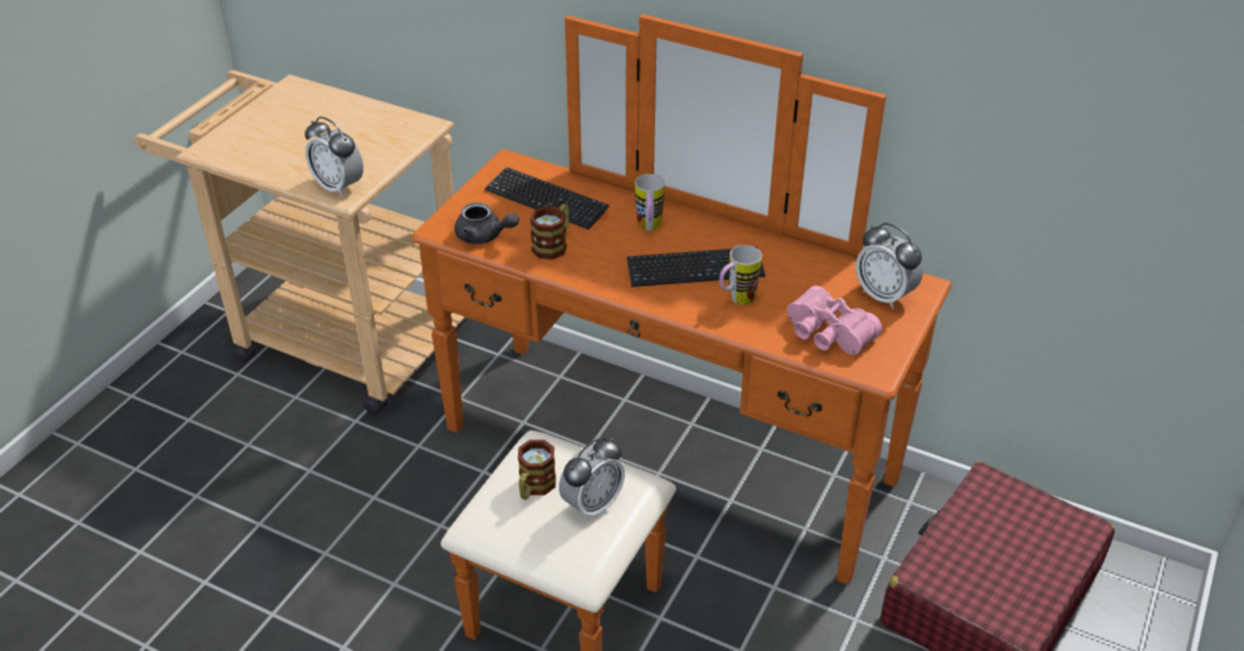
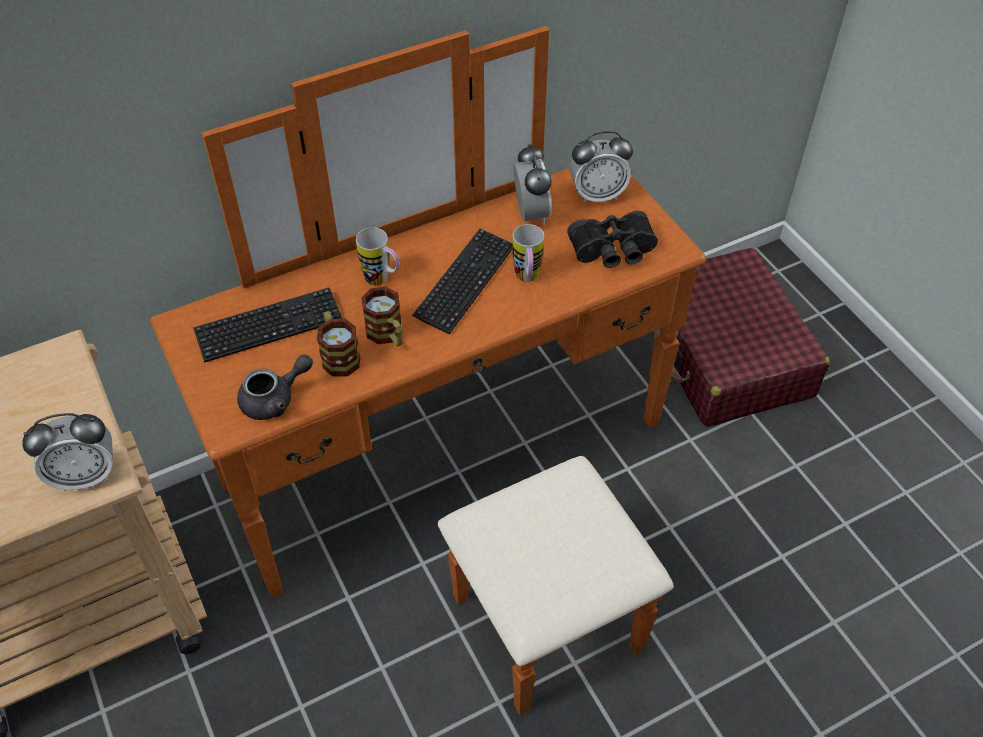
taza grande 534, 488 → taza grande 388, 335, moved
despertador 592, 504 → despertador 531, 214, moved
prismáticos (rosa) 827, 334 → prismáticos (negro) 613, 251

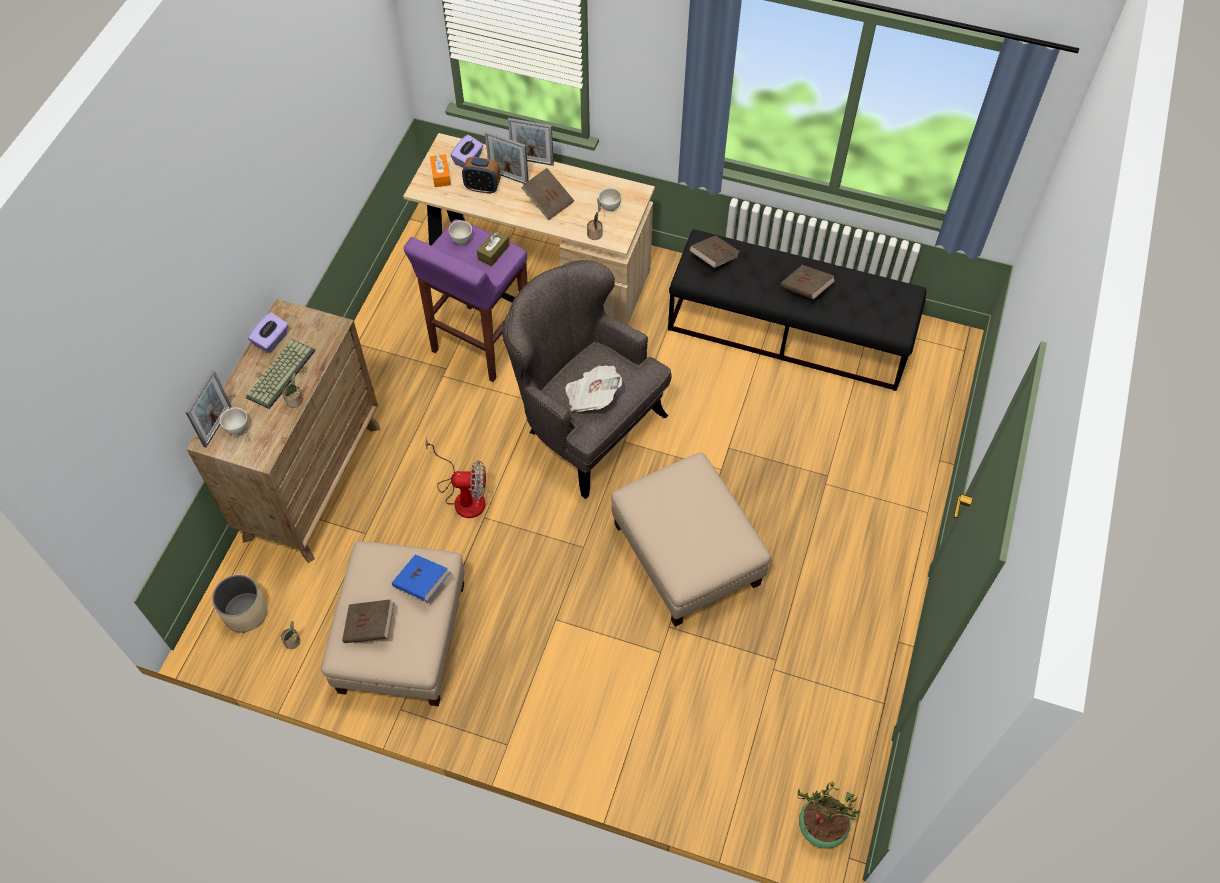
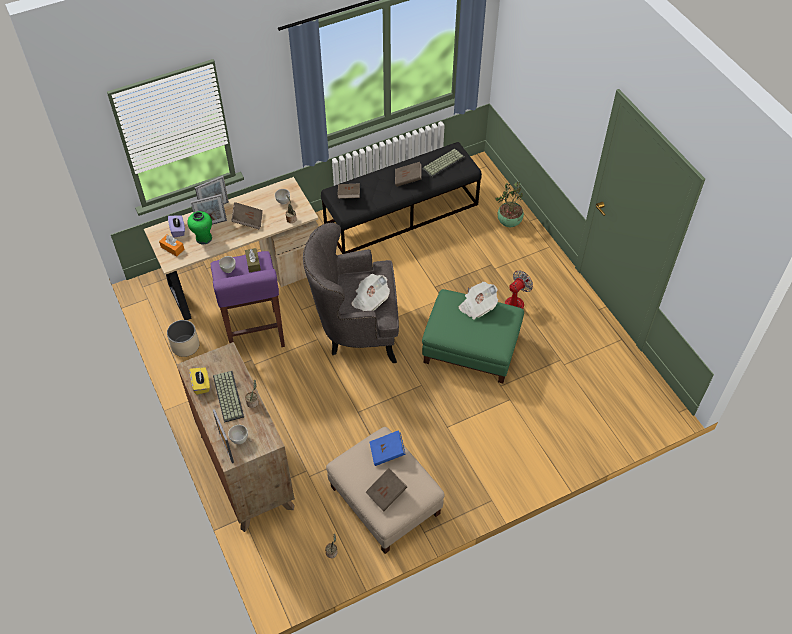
maceta (beis) 245, 612 → maceta (beis) 185, 345, moved
despertador 482, 187 → florero (verde) 204, 238
caja de pañuelos (morado) 272, 340 → caja de pañuelos (amarillo) 201, 385
- → teclado 443, 162
puf (beis) 687, 554 → puf (verde) 471, 348
- → periódico 477, 306
ventilador 463, 496 → ventilador 506, 304, moved
planta en maceta 819, 828 → planta en maceta 508, 223, moved

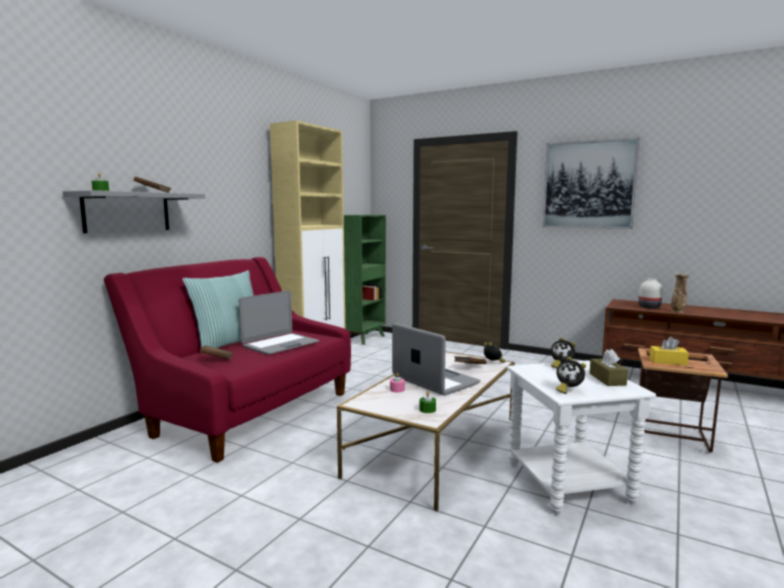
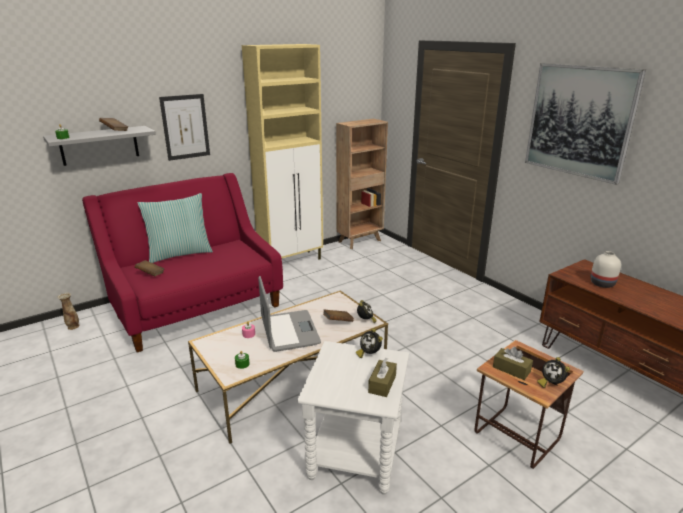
florero 677, 312 → florero 73, 327, moved
- → cuadro 185, 127
estantería (verde) 365, 338 → estantería (marrón) 360, 241
caja de pañuelos (amarillo) 667, 361 → caja de pañuelos (marrón) 511, 369
despertador 568, 390 → despertador 551, 383, moved
portátil 280, 345 → -

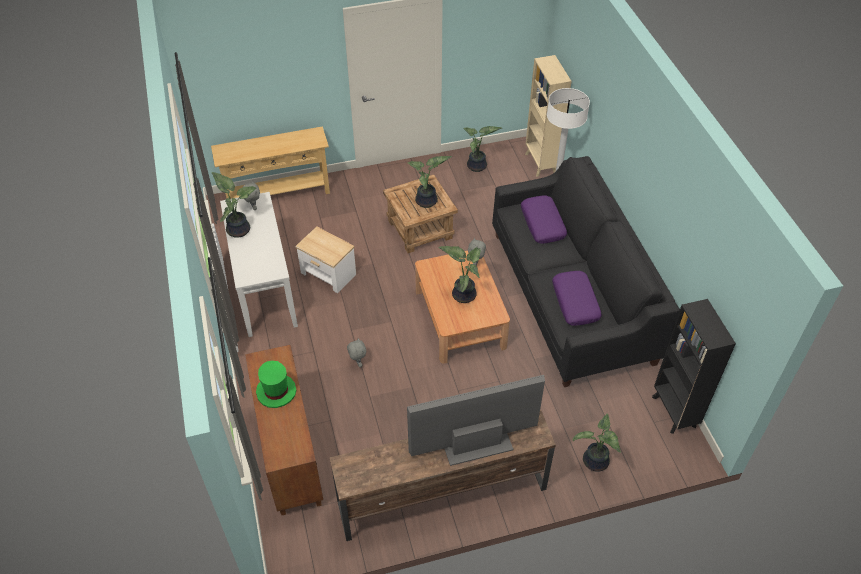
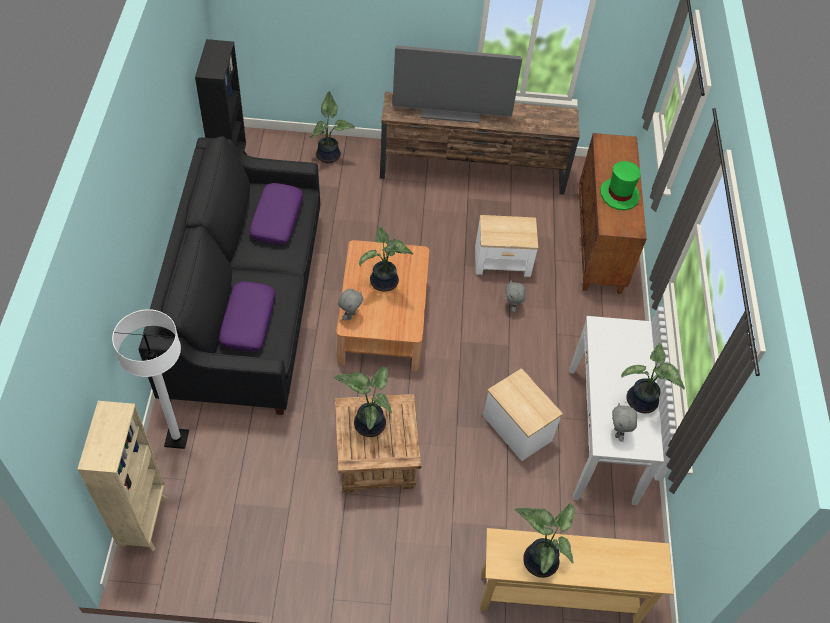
- → mesa auxiliar 502, 262
planta en maceta 477, 167 → planta en maceta 539, 559, moved

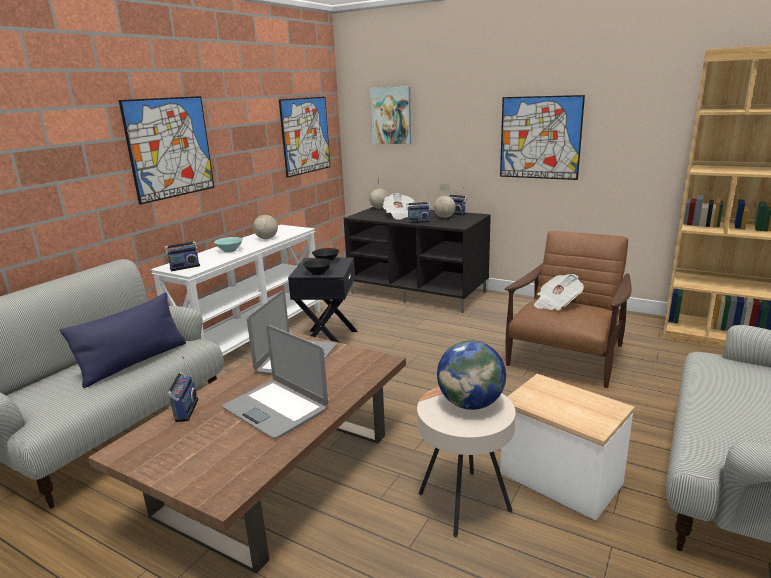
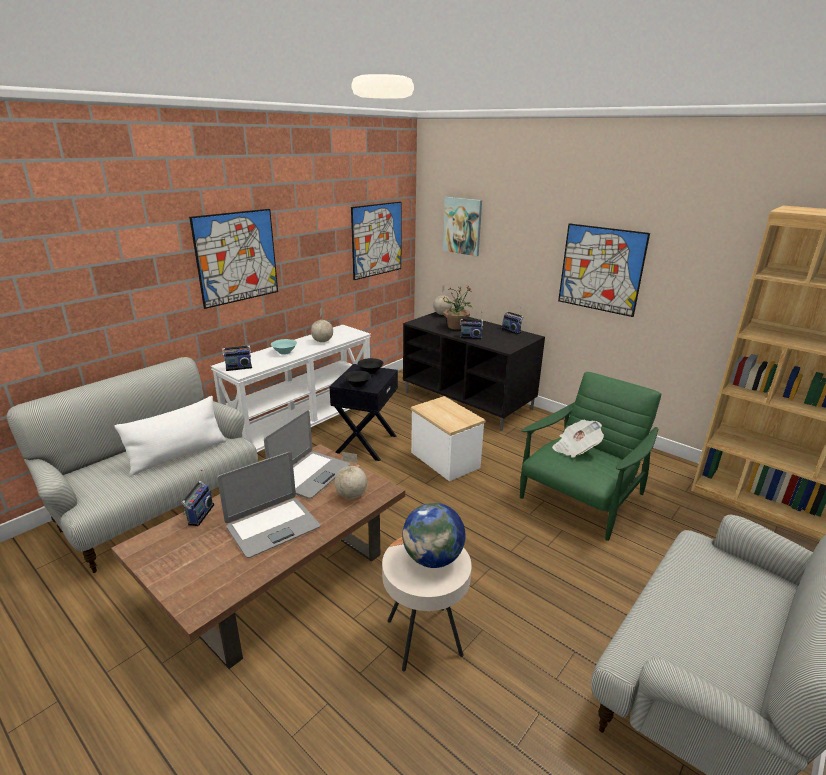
cojín (azul) 134, 362 → cojín (blanco) 178, 455
portátil 276, 409 → portátil 272, 527, 90 degrees counterclockwise
globo terráqueo 444, 217 → globo terráqueo 351, 495, moved
mesa auxiliar 561, 479 → mesa auxiliar 445, 460, moved
periódico 399, 215 → planta en maceta 456, 326
sillón (marrón) 565, 357 → sillón (verde) 581, 498

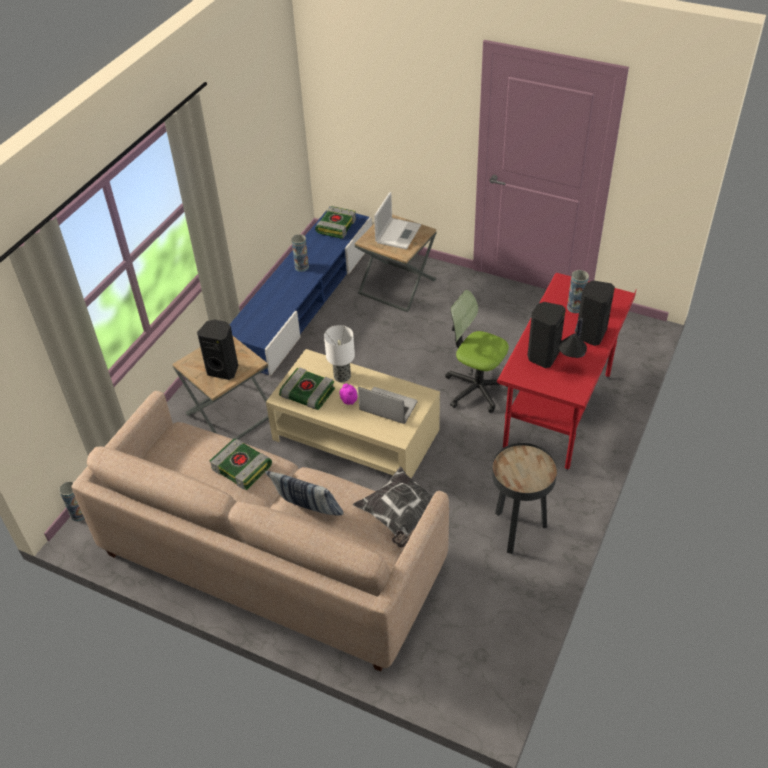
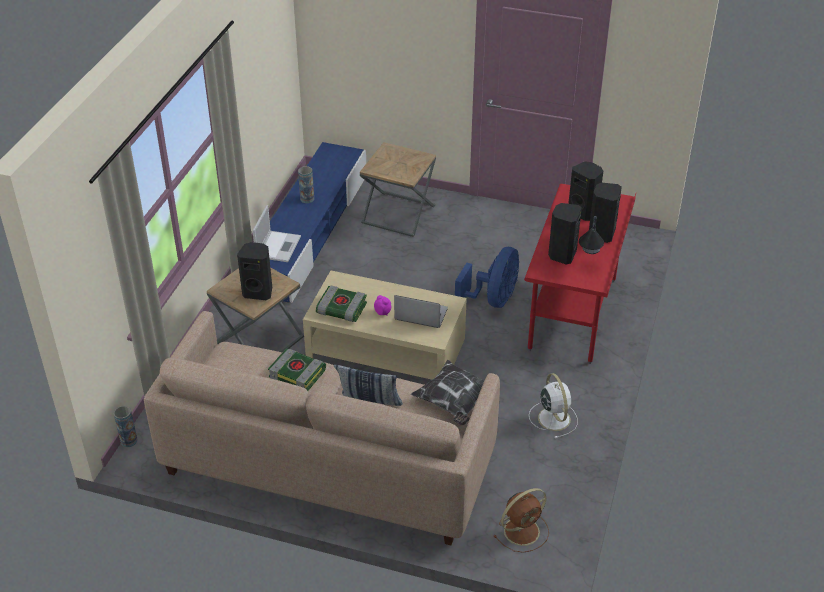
portátil 398, 233 → portátil 278, 246, moved
silla de oficina 476, 388 → ventilador (azul) 493, 300
- → ventilador (marrón) 523, 530
mesa auxiliar (negro) 517, 530 → ventilador (blanco) 553, 417
florero 575, 307 → altavoz (negro) 583, 212
libro 336, 226 → -
lámpara de mesa 342, 377 → -

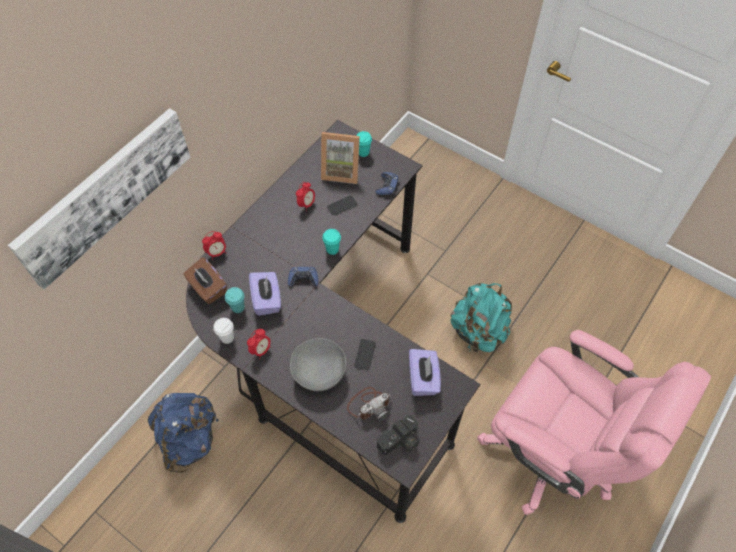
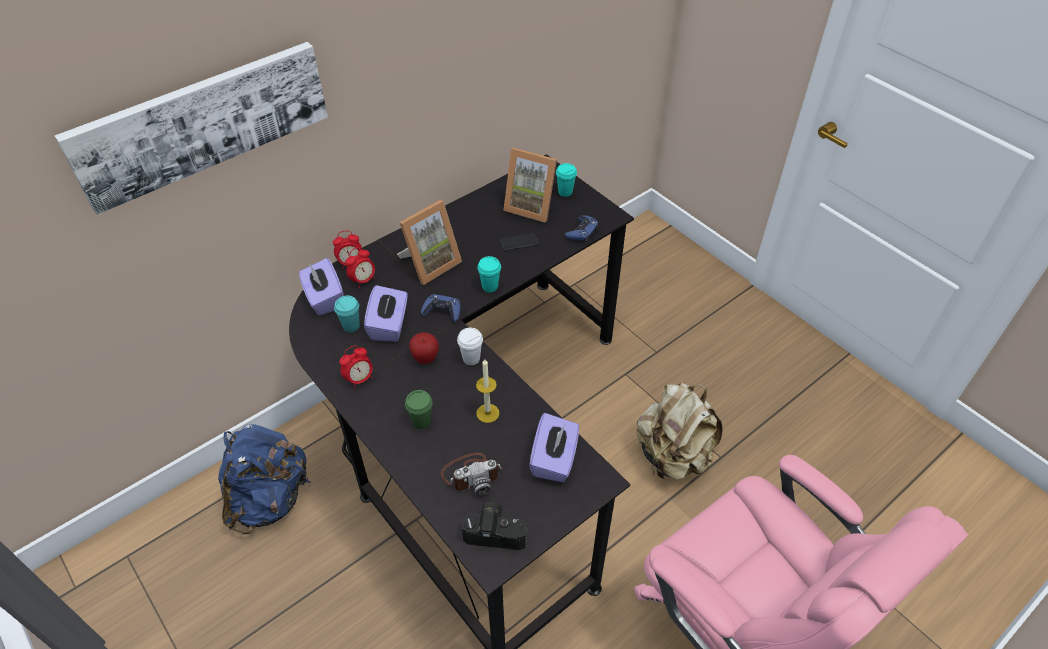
caja de pañuelos (marrón) 208, 288 → caja de pañuelos (morado) 324, 298
despertador 306, 204 → despertador 363, 280, moved
- → portarretratos 430, 263
cuenco (gris) 319, 373 → taza (verde) 421, 421
- → manzana 425, 358
taza (blanco) 227, 337 → taza (blanco) 471, 358, moved
cámara 400, 442 → cámara 496, 531, 150 degrees counterclockwise
móvil 365, 354 → vela 487, 413
mochila (turquesa) 478, 331 → mochila (beis) 673, 456

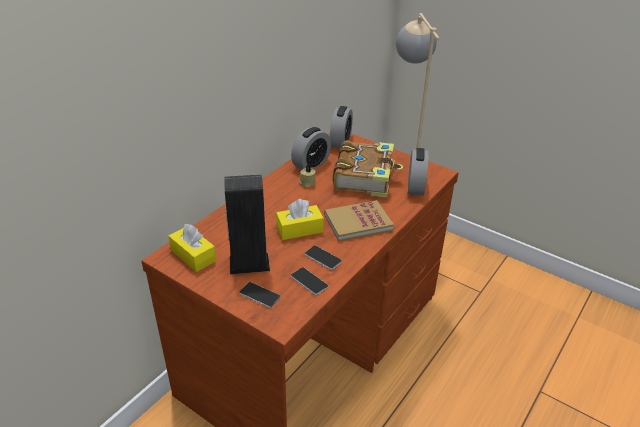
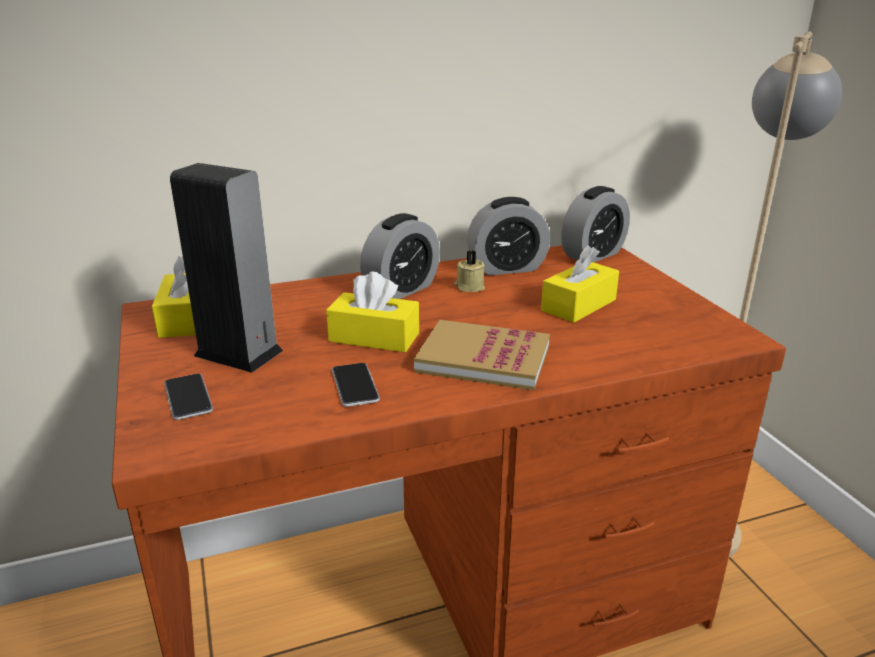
despertador 415, 187 → despertador 401, 289, moved
libro 365, 177 → caja de pañuelos (amarillo) 578, 305
móvil 309, 281 → -

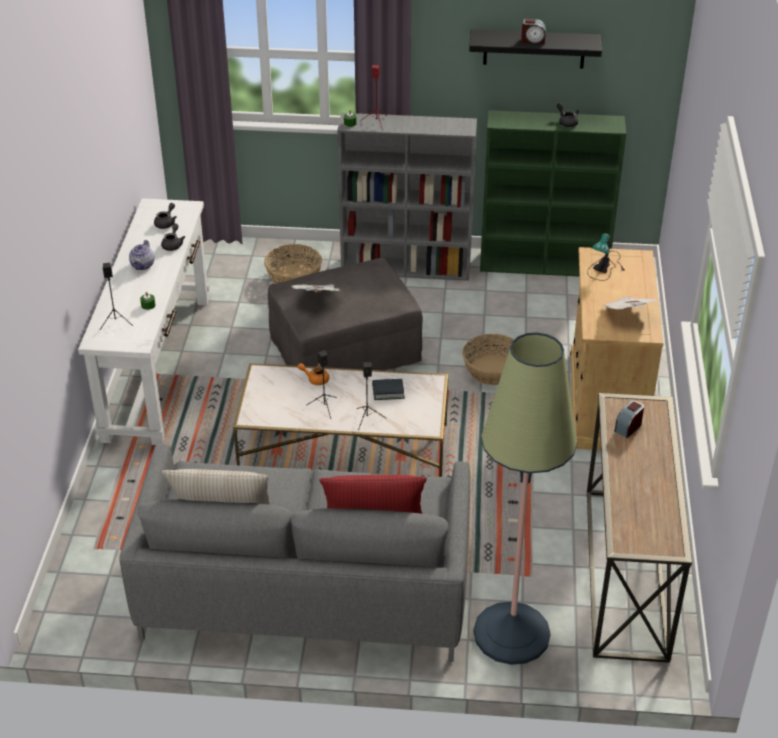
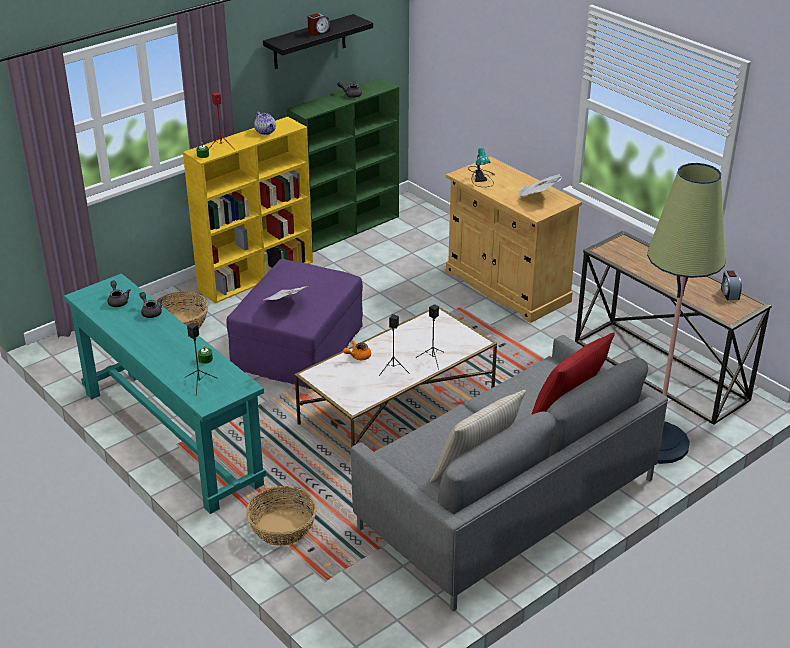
mesa consola (blanco) 158, 366 → mesa consola (turquesa) 171, 437
estantería (gris) 407, 267 → estantería (amarillo) 257, 275
puf (gris) 345, 352 → puf (morado) 299, 349
cesta 493, 370 → cesta 282, 527, moved
tetera 143, 265 → tetera 266, 132, moved
despertador 628, 427 → despertador 729, 293, moved
libro 388, 392 → -

